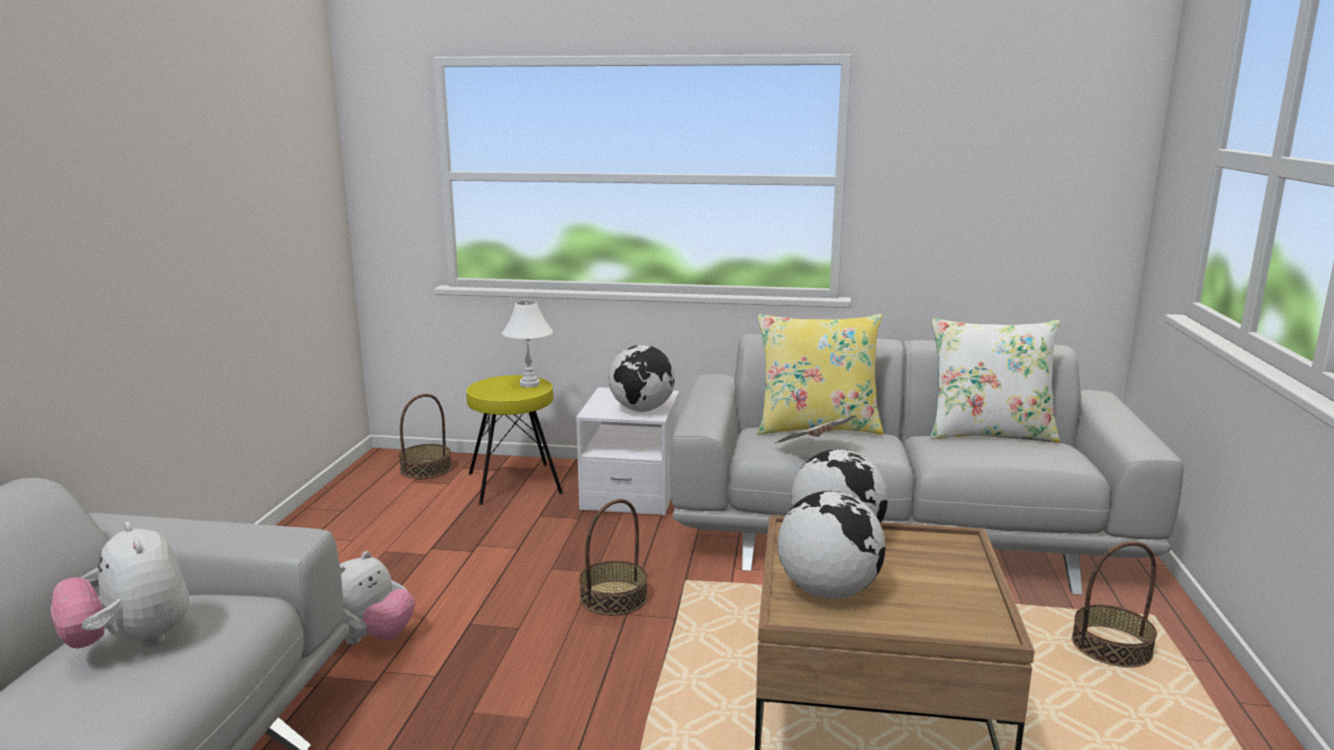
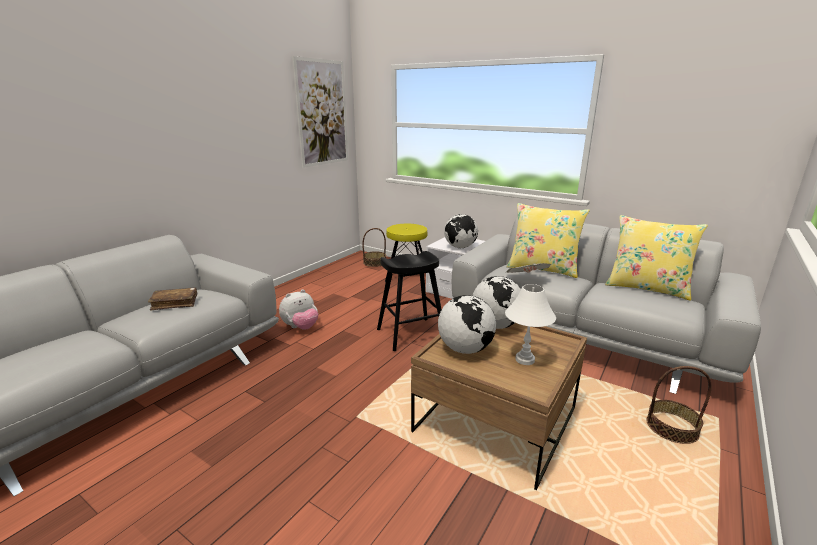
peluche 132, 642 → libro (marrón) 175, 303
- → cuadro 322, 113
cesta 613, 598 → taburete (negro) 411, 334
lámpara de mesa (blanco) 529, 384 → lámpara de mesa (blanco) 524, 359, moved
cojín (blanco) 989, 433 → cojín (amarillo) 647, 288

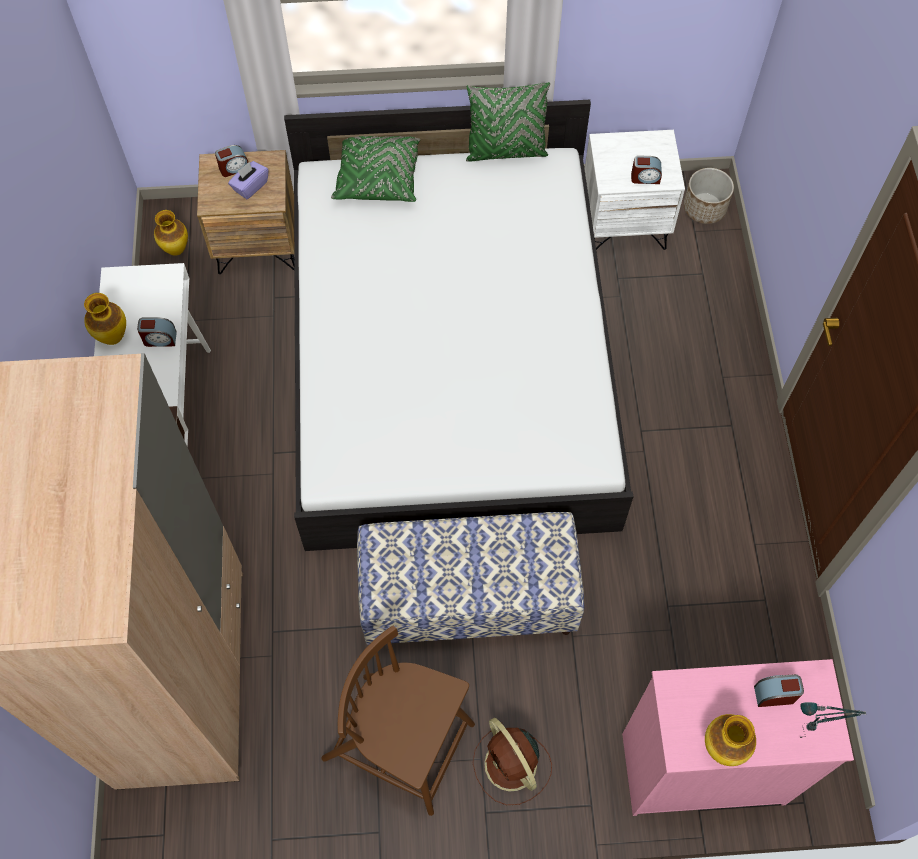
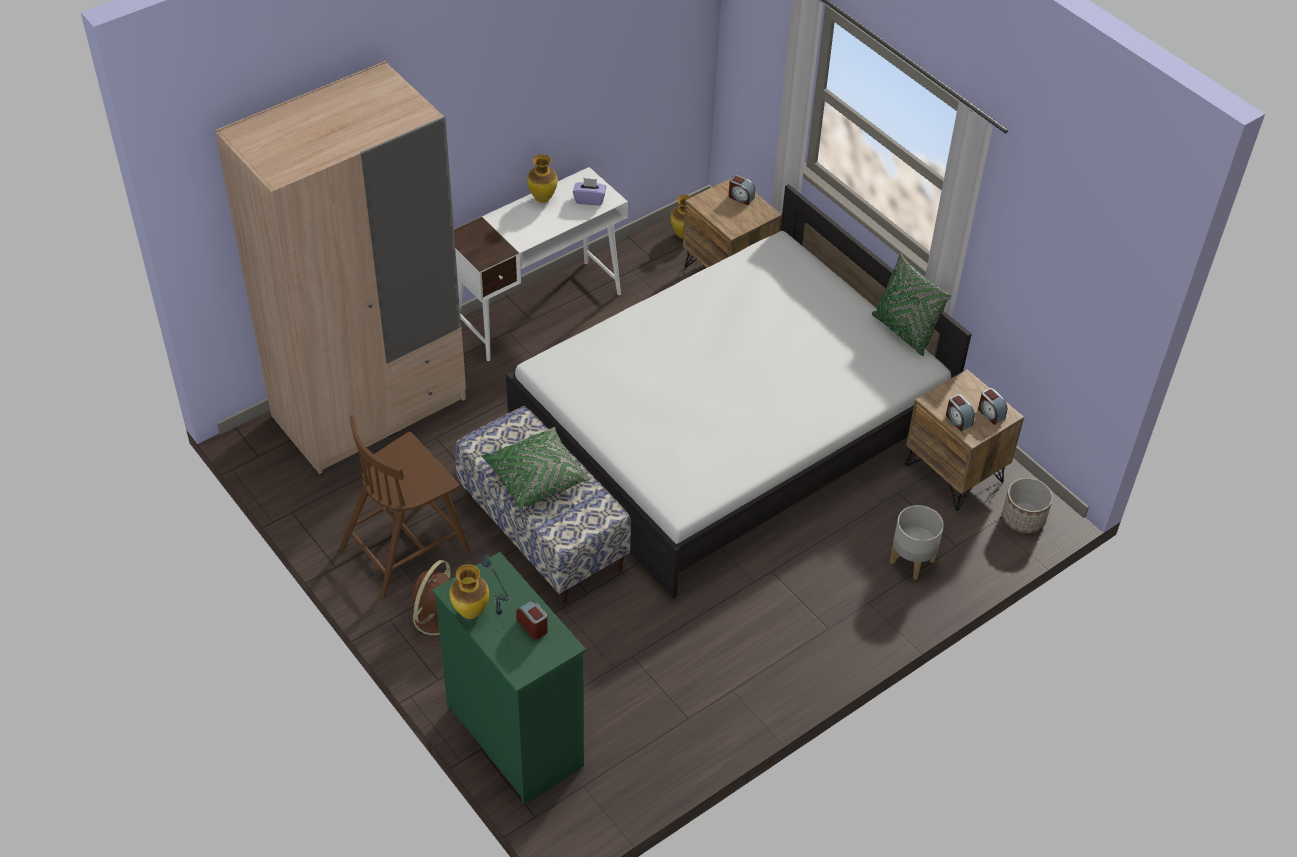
silla (marrón) 401, 743 → silla (marrón) 406, 547, 120 degrees counterclockwise
cómoda (rosa) 700, 767 → cómoda (verde) 515, 735
cojín (verde) 378, 177 → cojín (verde) 537, 477, moved
caja de pañuelos (morado) 250, 186 → caja de pañuelos (morado) 589, 199, moved
- → maceta (gris) 912, 561
mesita de noche (blanco) 623, 224 → mesita de noche (marrón) 955, 473
despertador 160, 339 → despertador 990, 413, moved

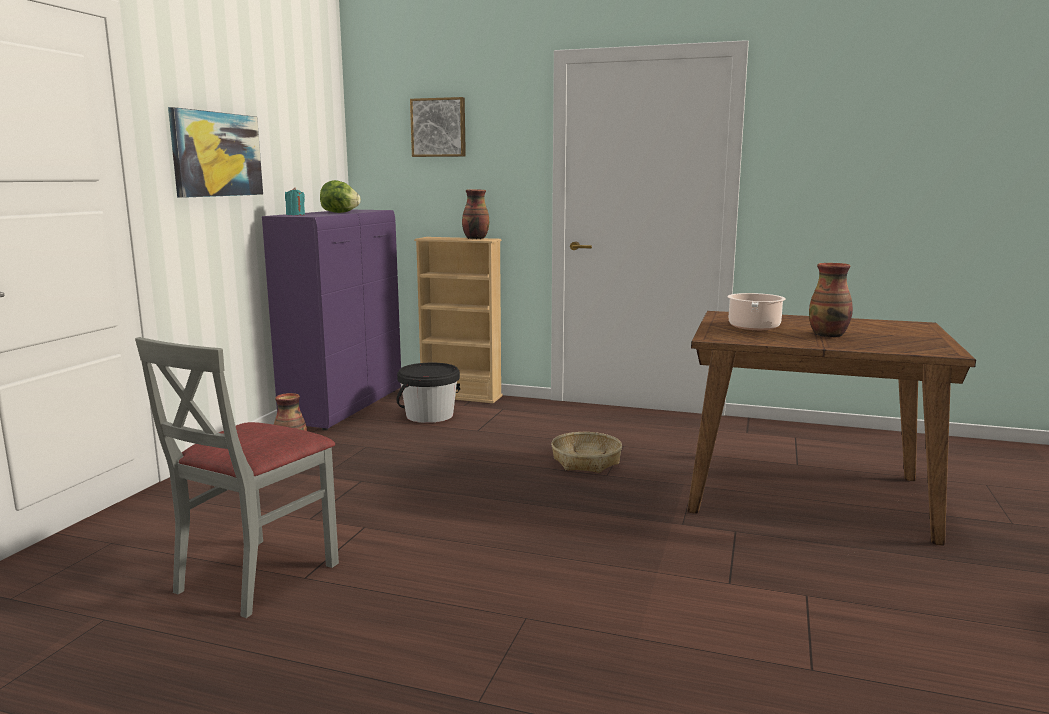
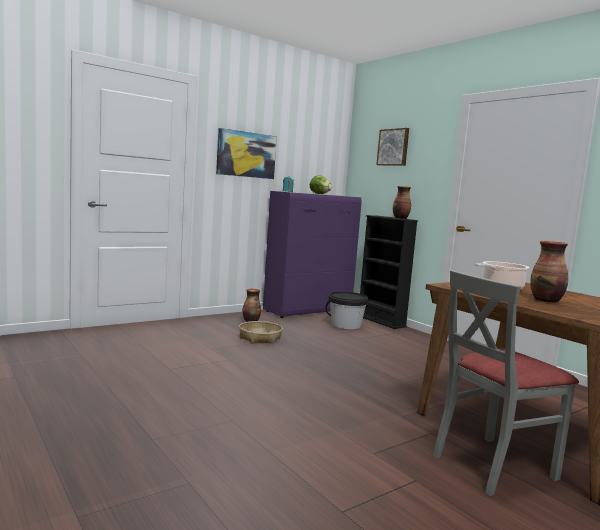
cesta 586, 461 → cesta 260, 338, moved
estantería (beis) 461, 396 → estantería (negro) 381, 321
silla (gris) 255, 576 → silla (gris) 492, 465, moved

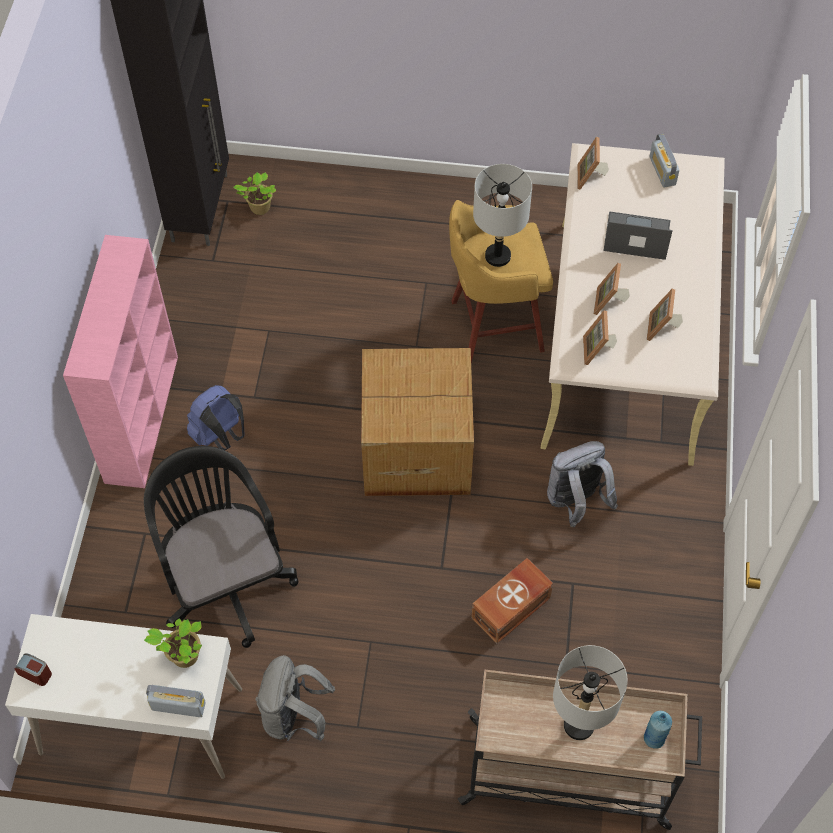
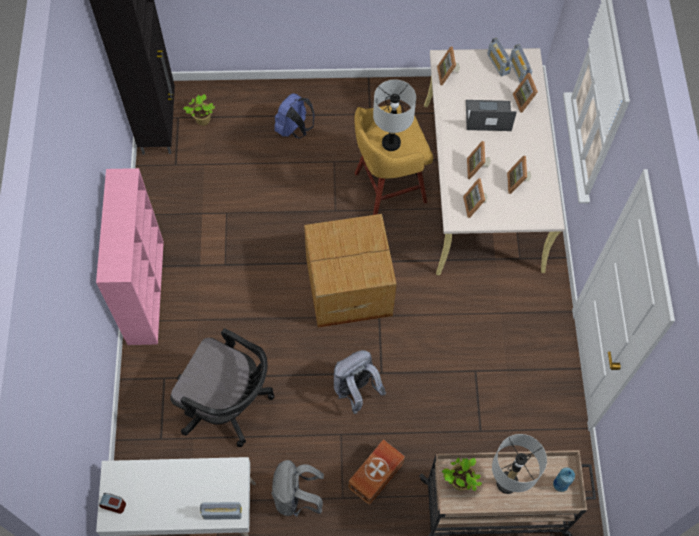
silla de oficina (negro) 224, 579 → silla de oficina (negro) 228, 404, 150 degrees clockwise
mochila (azul) 220, 436 → mochila (azul) 294, 129, moved
mochila (gris) 576, 502 → mochila (gris) 356, 390, moved
caja de almacenaje (marrón) 512, 608 → caja de almacenaje (marrón) 377, 475, moved
planta en maceta 183, 656 → planta en maceta 459, 482, moved
- → radio 519, 70
- → portarretratos 525, 101

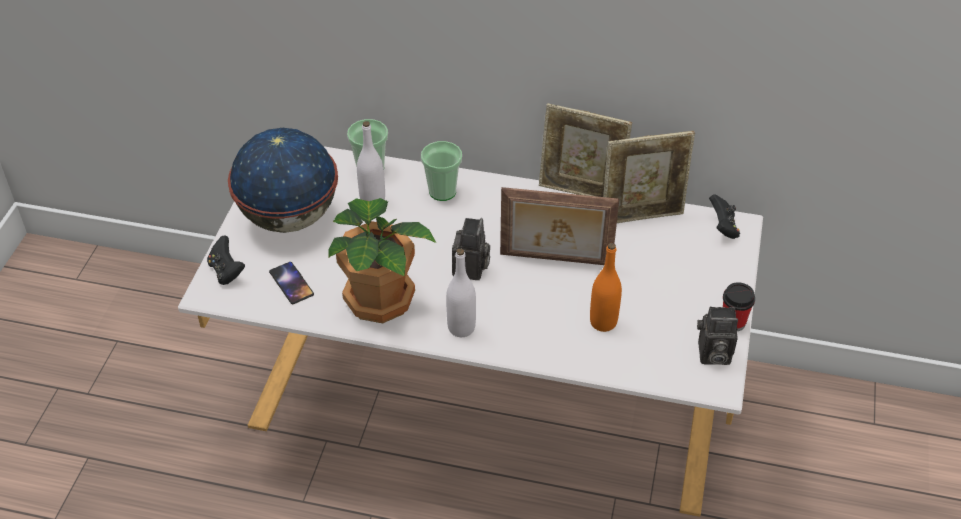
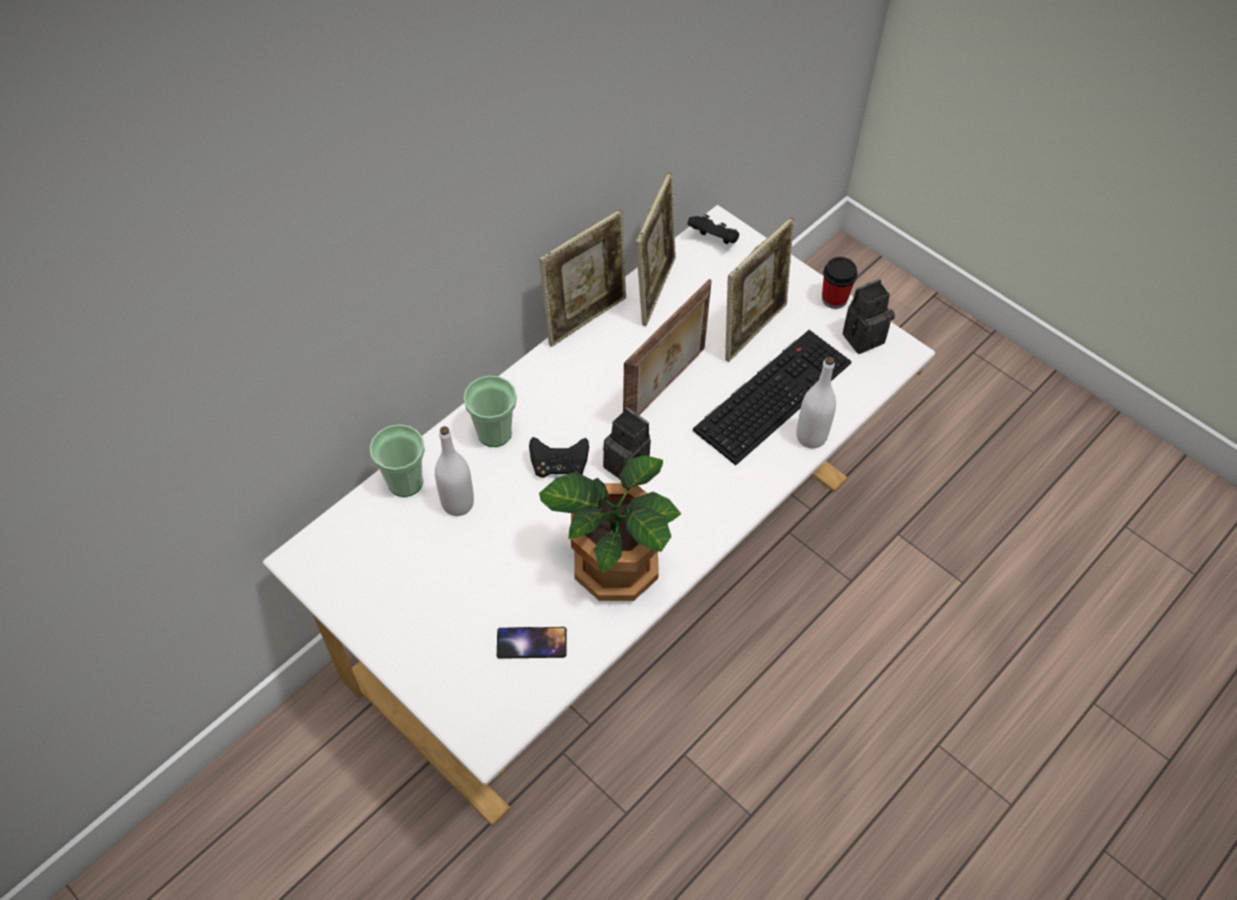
mando de consola (negro) 226, 271 → mando de consola (negro) 559, 466, moved
botella (naranja) 603, 322 → teclado 772, 394
- → portarretratos 753, 329
botella (blanco) 461, 328 → botella (blanco) 811, 437, moved
cámara 712, 355 → cámara 863, 336, 150 degrees counterclockwise
globo terráqueo 288, 218 → -

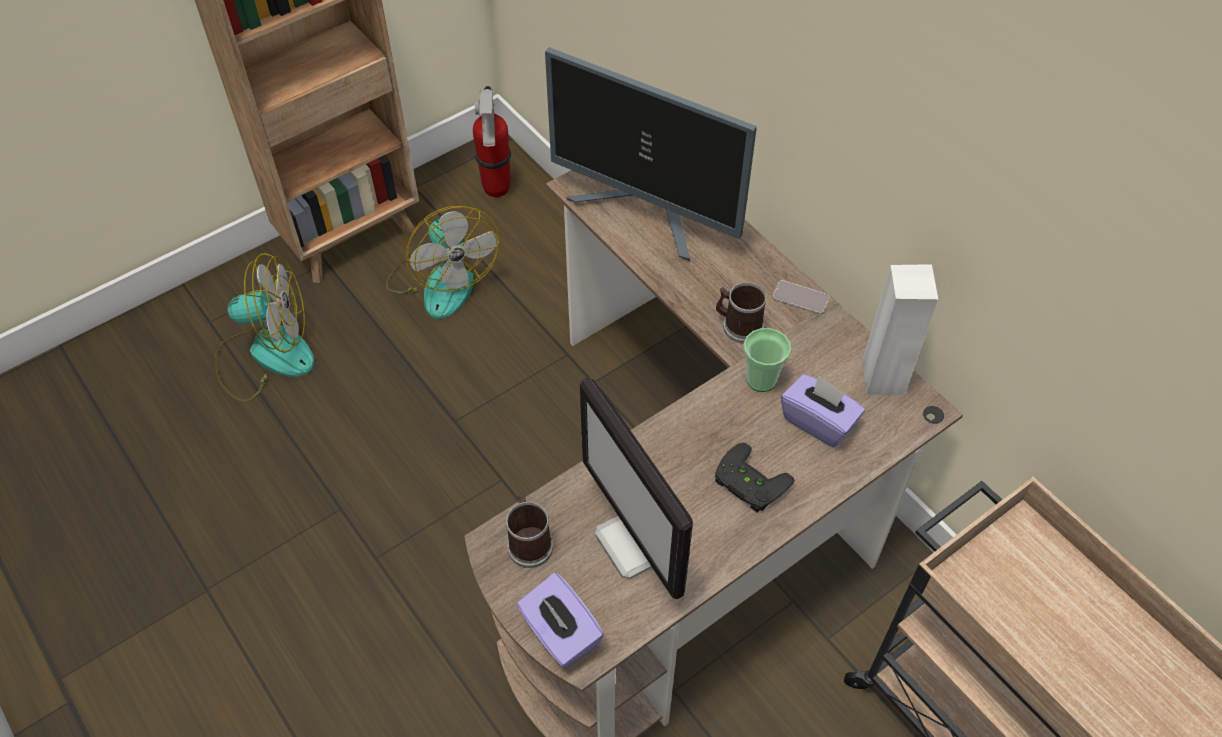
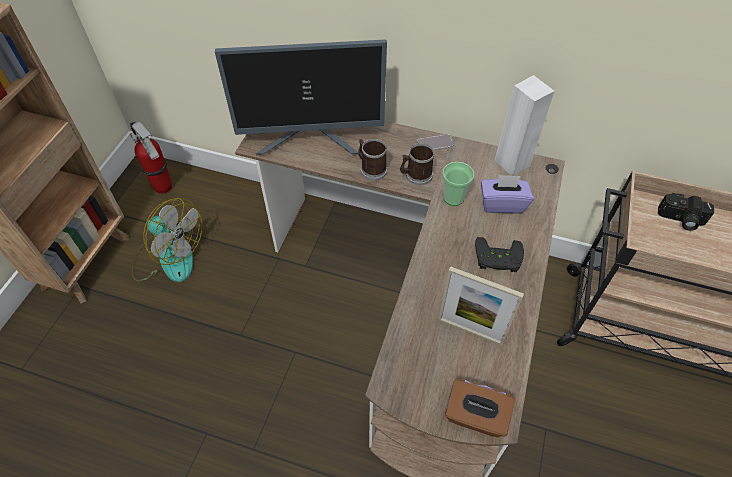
taza grande 529, 542 → taza grande 371, 169, moved
monitor 638, 542 → portarretratos 470, 330
caja de pañuelos (morado) 560, 634 → caja de pañuelos (marrón) 475, 416
- → cámara 680, 220
ventilador 266, 355 → -

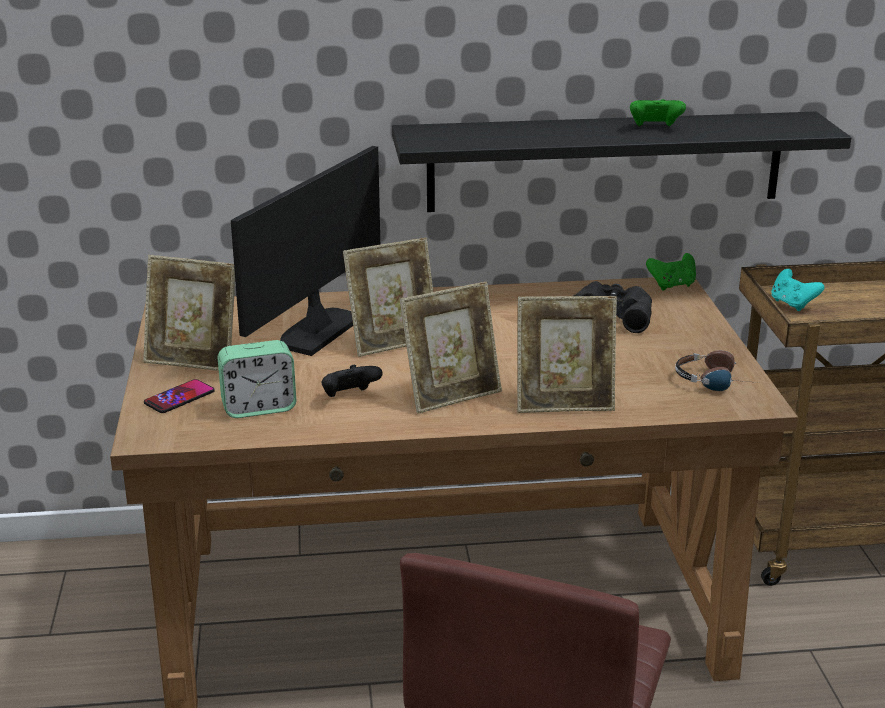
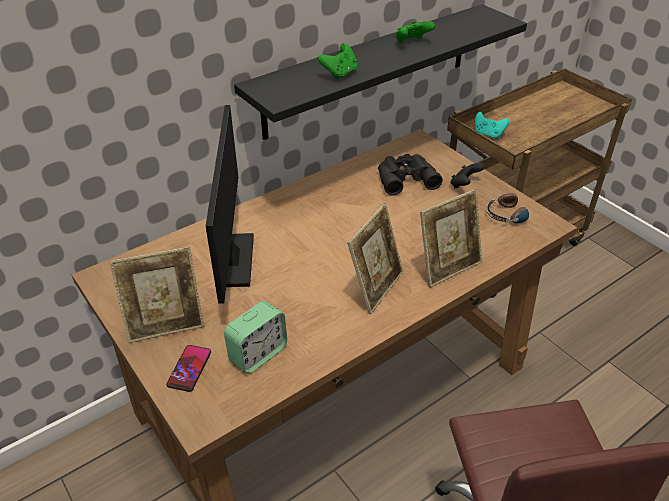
mando de consola (verde) 672, 286 → mando de consola (verde) 339, 73, moved
mando de consola (negro) 349, 397 → mando de consola (negro) 464, 185, moved
portarretratos 393, 342 → -

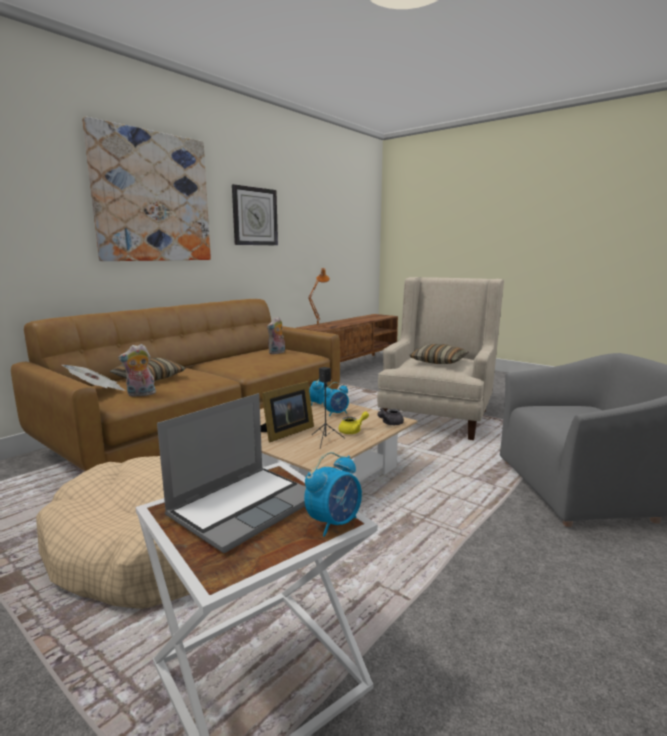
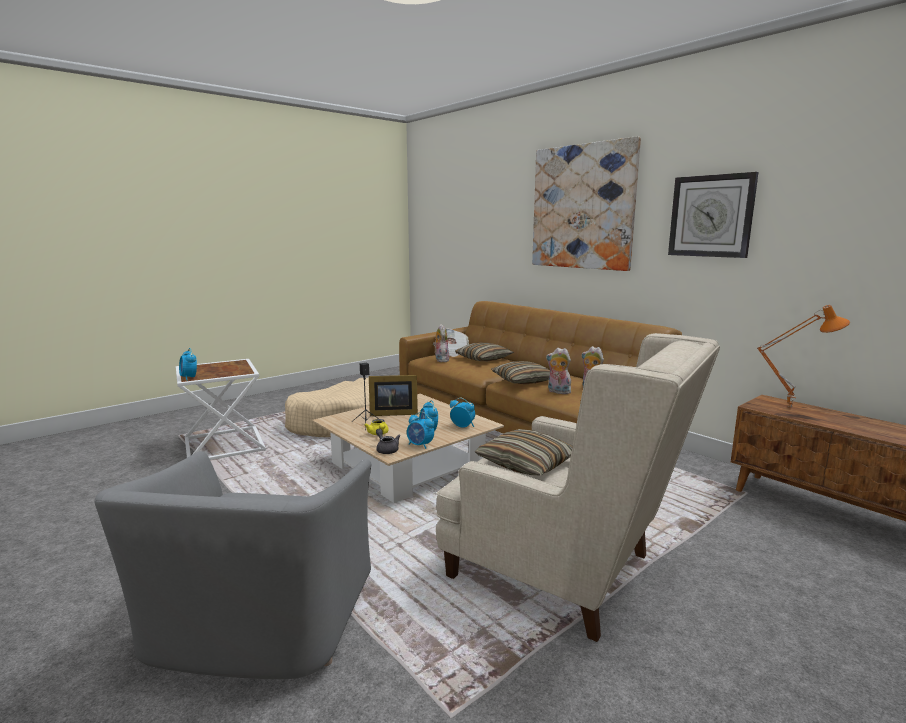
portarretratos 285, 432 → portarretratos 392, 413, 60 degrees counterclockwise
- → despertador 420, 445
- → cojín 523, 381
- → peluche 557, 392
portátil 244, 507 → -

